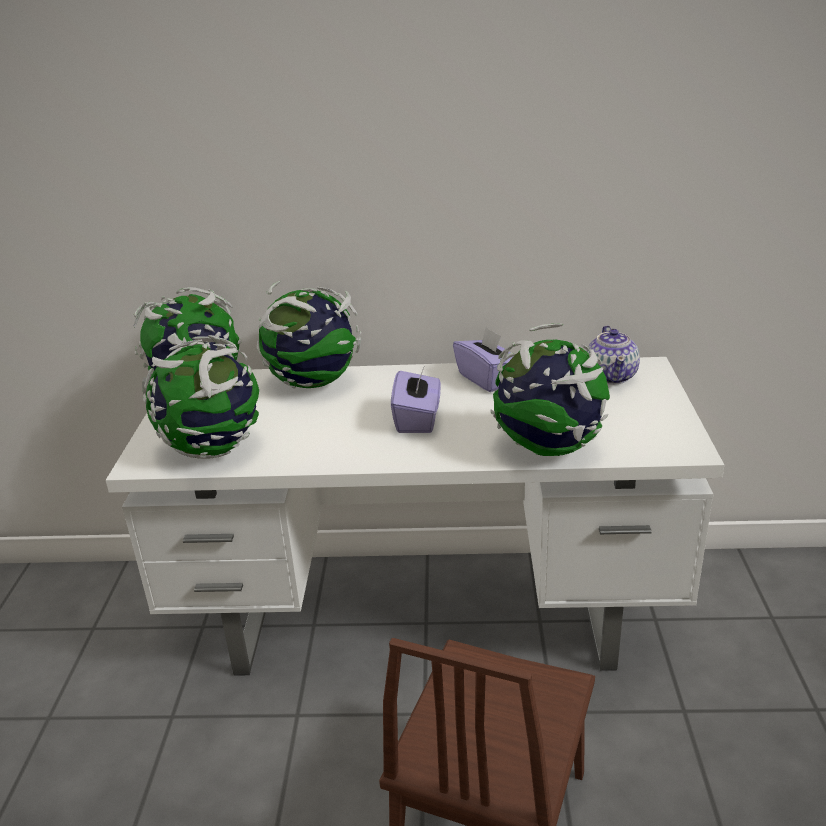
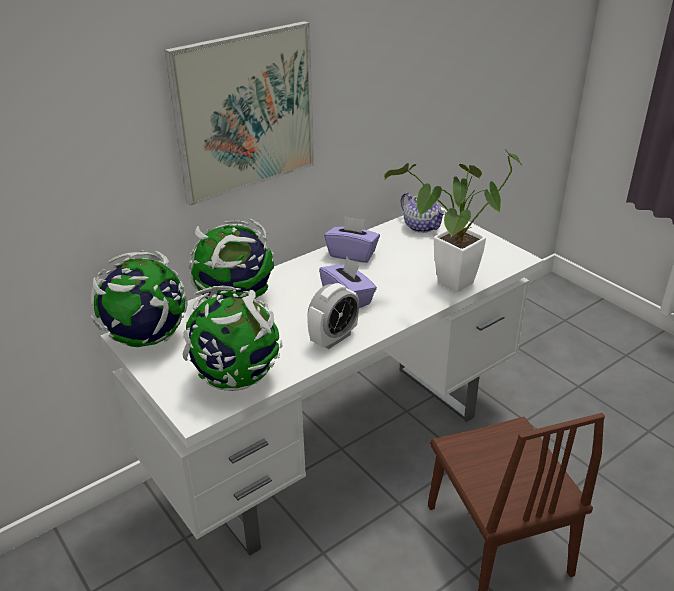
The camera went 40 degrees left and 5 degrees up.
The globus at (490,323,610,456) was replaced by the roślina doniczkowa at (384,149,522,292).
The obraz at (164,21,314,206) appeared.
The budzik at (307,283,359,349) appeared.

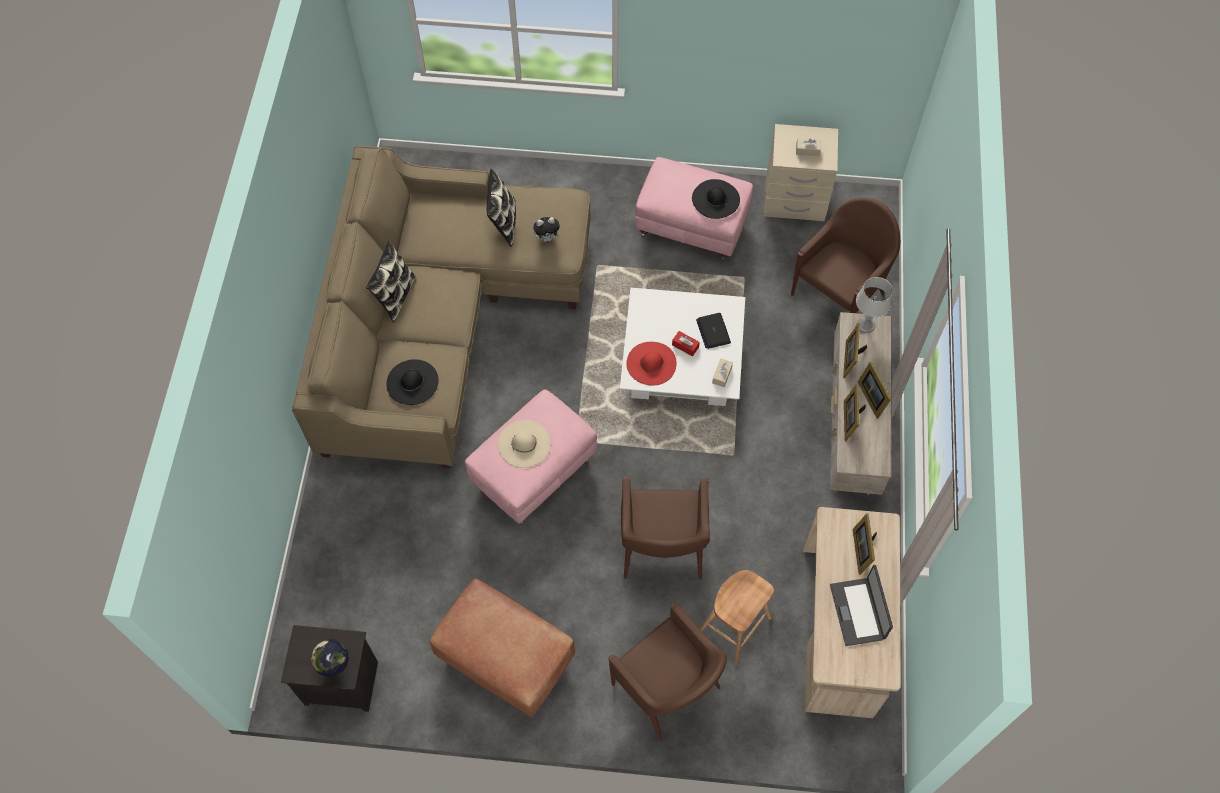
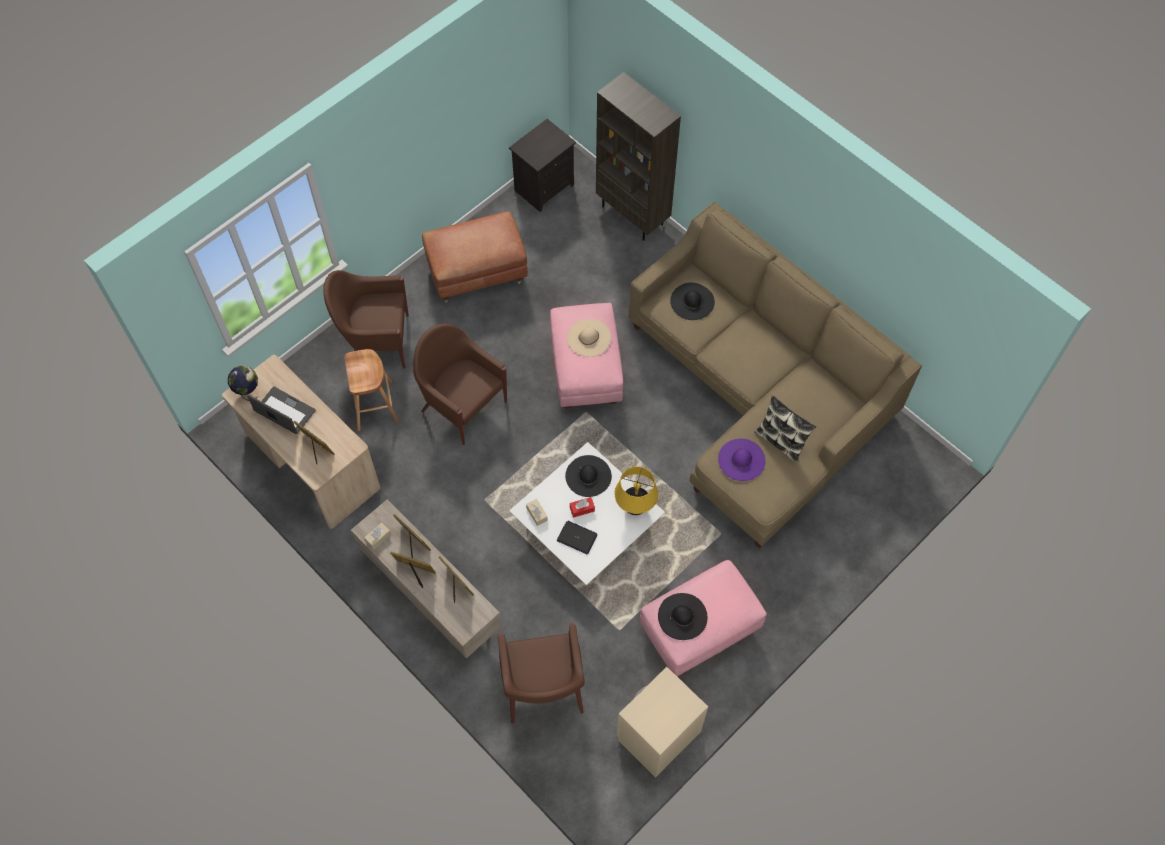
The camera went 130 degrees right and 0 degrees up.
The pudełko chusteczek [beżowy] moved from (796,139,821,156) to (364,523,391,550).
The pluszak at (533,217,563,242) was replaced by the kapelusz [fioletowy] at (718,439,765,481).
The poduszka at (366,241,416,322) disappeared.
The lampa stołowa [szary] at (856,277,893,333) disappeared.
The kapelusz [czerwony] at (626,342,677,386) became the kapelusz [czarny] at (565,455,612,497).
The globus moved from (311,639,349,677) to (228,366,258,401).
The regał [brązowy] at (596,72,681,241) appeared.
The lampa stołowa [żółty] at (615,466,658,515) appeared.

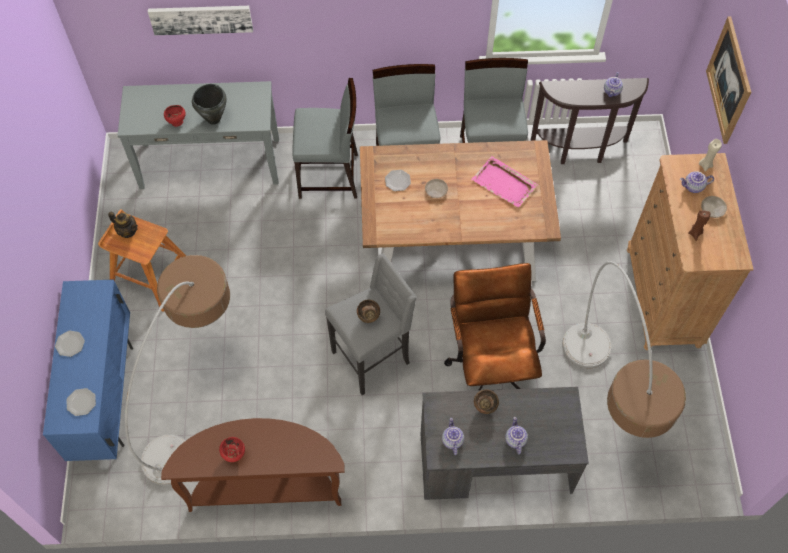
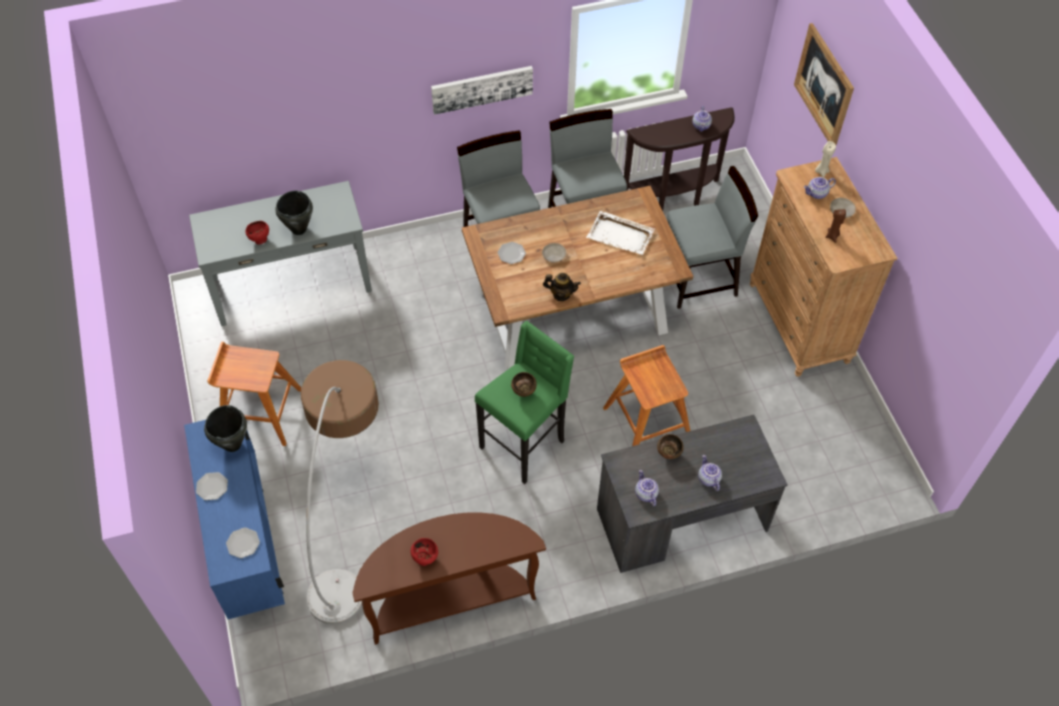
The camera went 15 degrees left and 5 degrees down.
The obraz moved from (148,6,253,35) to (431,66,533,115).
The krzesło [szary] moved from (292,78,358,199) to (667,166,758,309).
The taca [różowy] at (471,156,538,208) became the taca [biały] at (586,211,655,255).
The imbryk moved from (108,212,138,238) to (543,273,581,301).
The stołek [szary] at (325,253,417,395) became the stołek [zielony] at (475,321,574,484).
The lampa stojąca at (562,261,686,438) disappeared.
The krzesło biurowe [brązowy] at (444,263,546,391) was replaced by the stołek [brązowy] at (603,345,690,446).
The garnek [czarny] at (204,405,247,452) appeared.

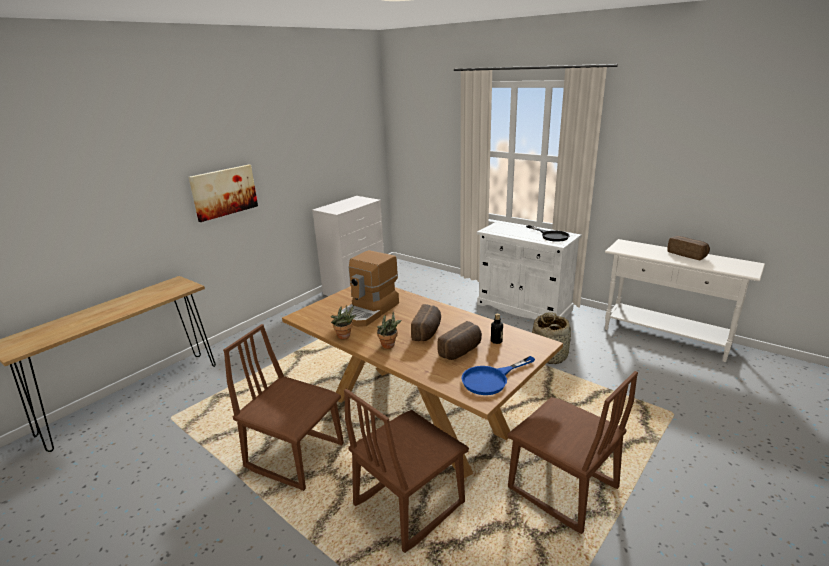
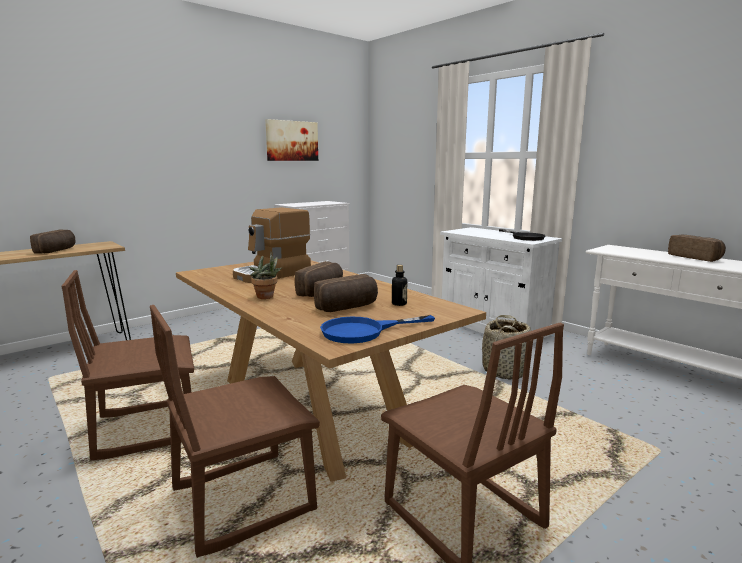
The camera went 10 degrees right and 10 degrees down.
The obraz moved from (189,165,258,222) to (265,119,318,161).
The roślina doniczkowa at (331,305,356,339) disappeared.
The krzesło [brązowy] at (223,324,344,491) turned 60 degrees counterclockwise.
The chleb at (30,230,75,254) appeared.

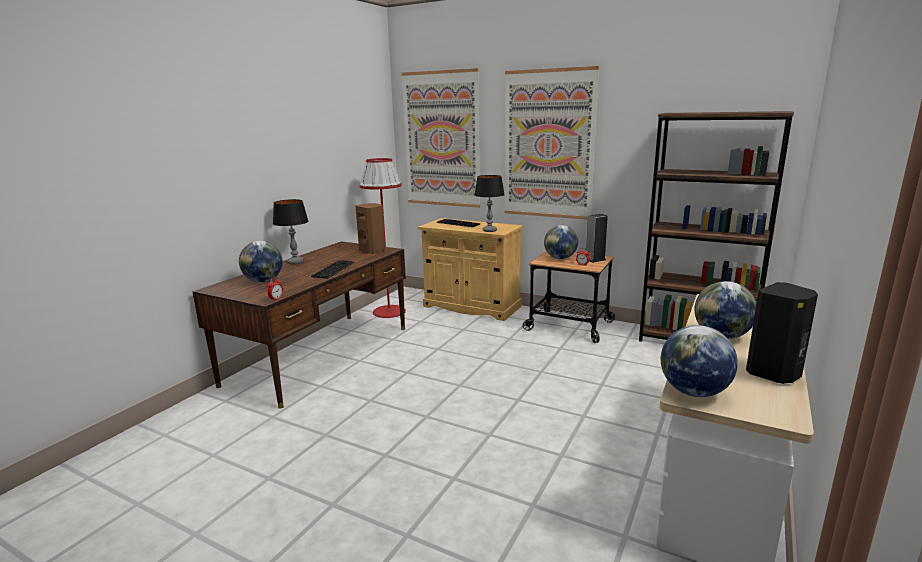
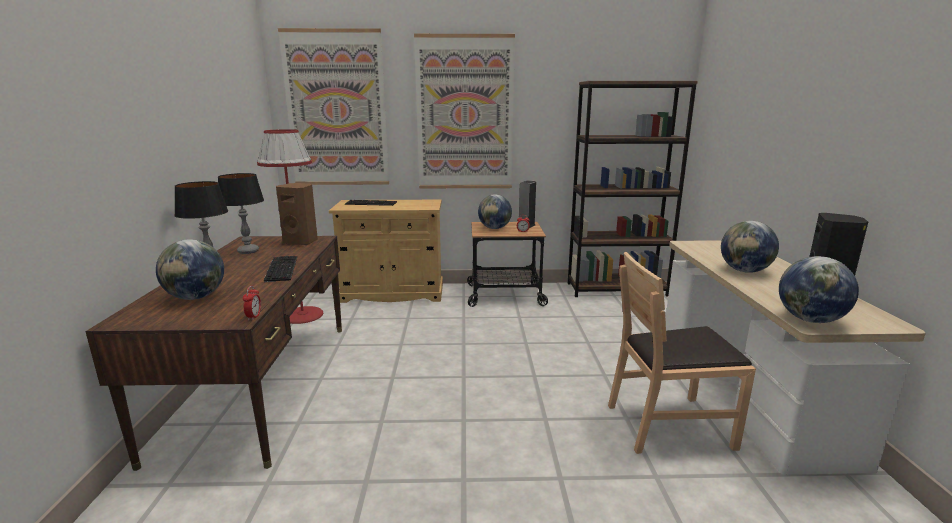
The camera went 30 degrees left and 0 degrees up.
The lampa stołowa moved from (475,175,505,232) to (218,173,264,254).
The krzesło [brązowy] at (608,252,756,454) appeared.

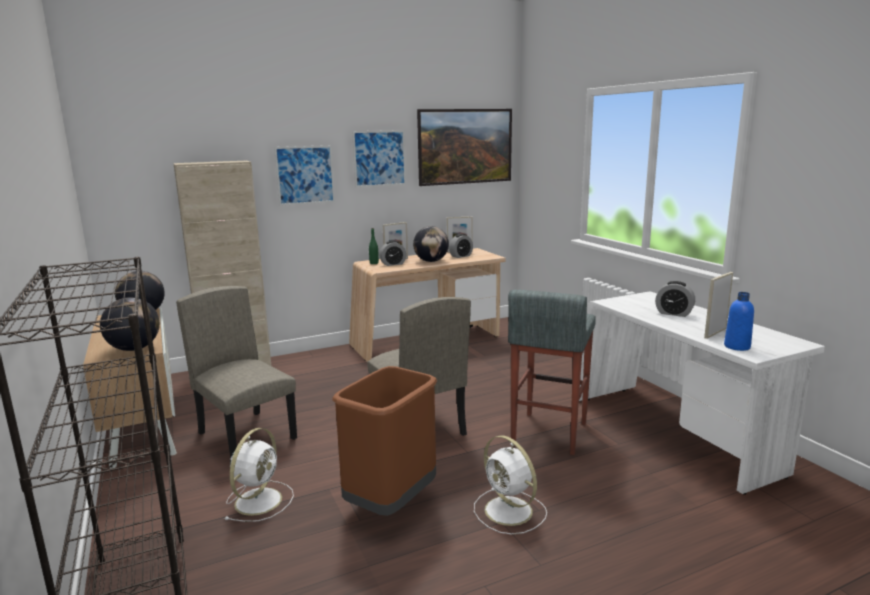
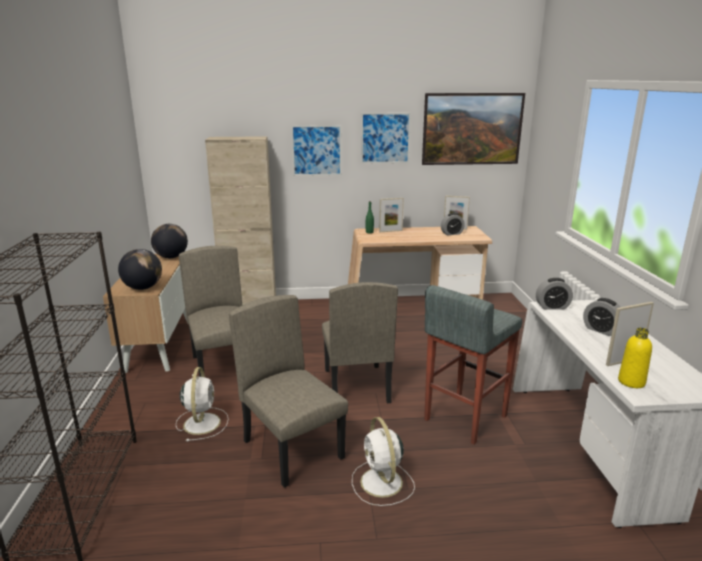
The camera went 20 degrees right and 5 degrees up.
The globus at (413,226,449,262) disappeared.
The budzik moved from (379,241,406,266) to (536,278,573,310).
The butelka [niebieski] at (724,292,754,351) became the butelka [żółty] at (618,328,652,388).
The kosz na śmieci [brązowy] at (332,366,437,516) was replaced by the krzesło [beżowy] at (229,295,348,488).
The wentylator [biały] at (224,428,294,522) turned 45 degrees counterclockwise.

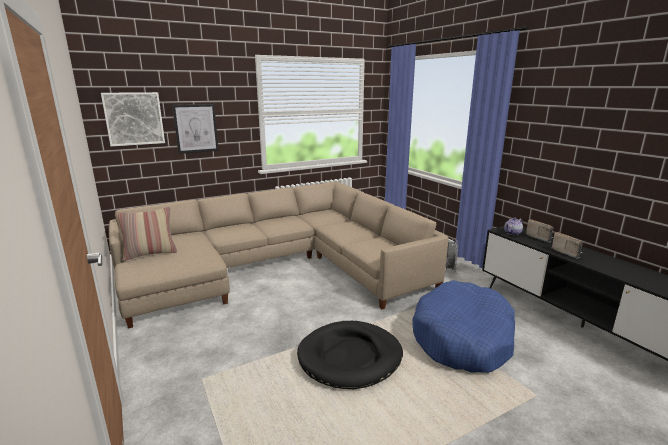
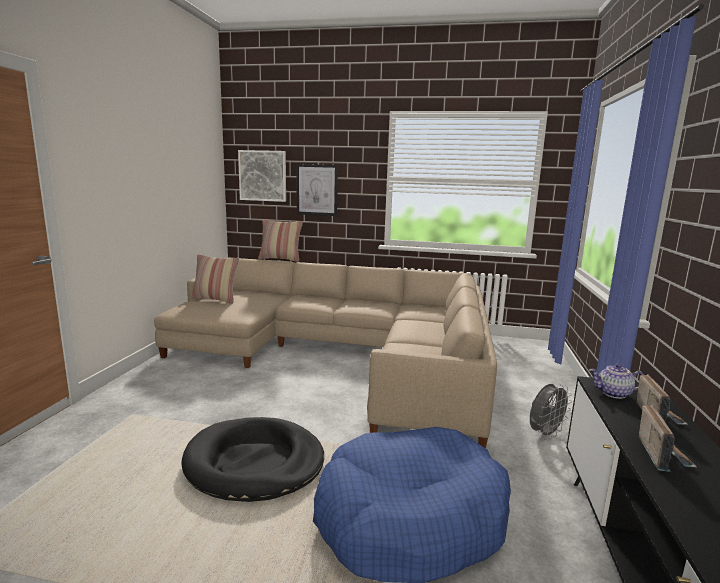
The camera went 40 degrees right and 5 degrees down.
The poduszka at (258,219,303,262) appeared.

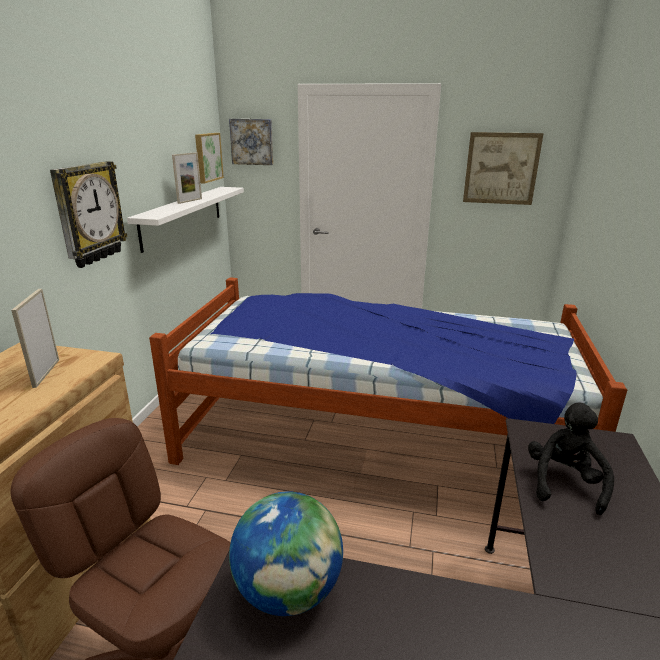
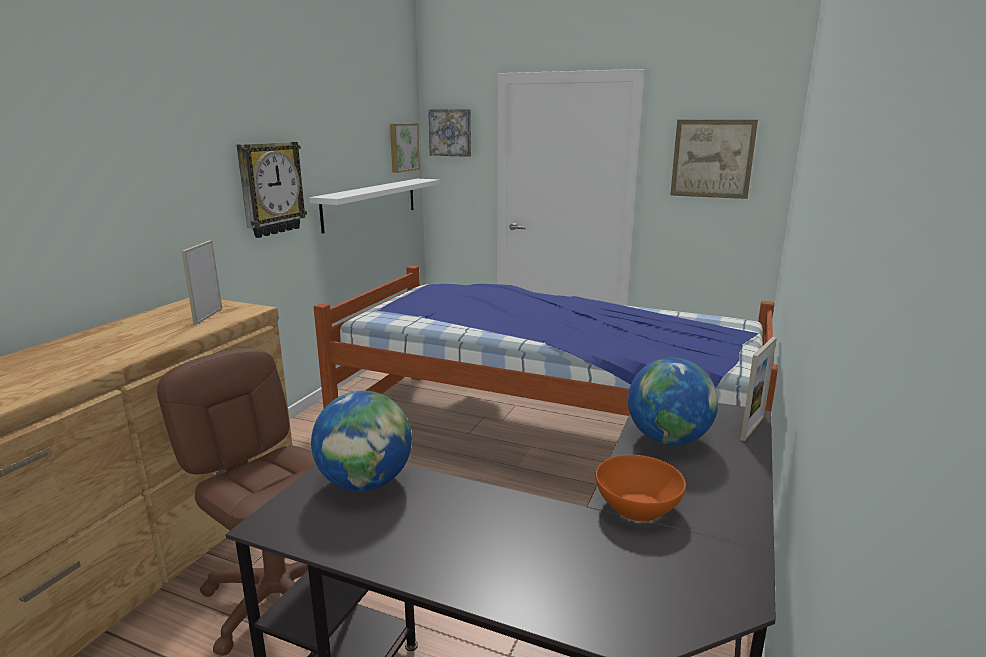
The camera went 10 degrees right and 5 degrees down.
The ramka na zdjęcie moved from (172,152,202,204) to (741,337,777,441).
The pluszak [czarny] at (528,402,614,515) was replaced by the globus at (628,358,718,445).
The miska [pomarańczowy] at (595,455,686,522) appeared.

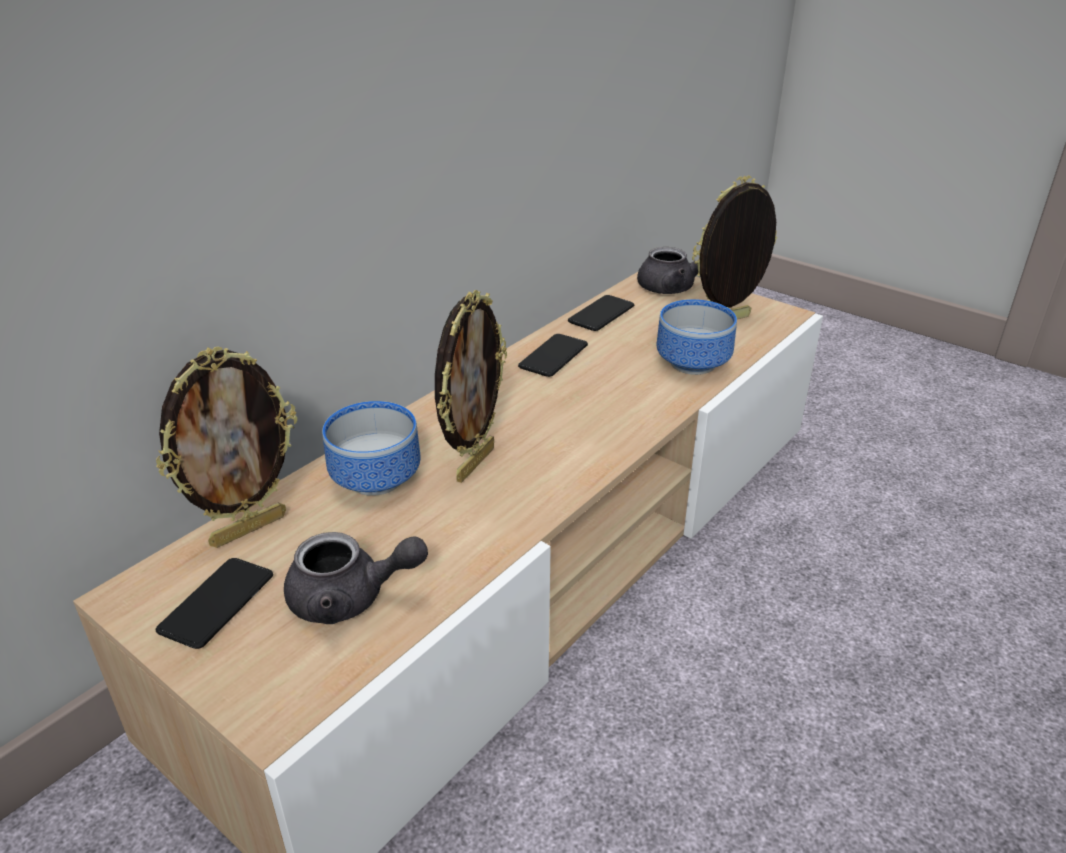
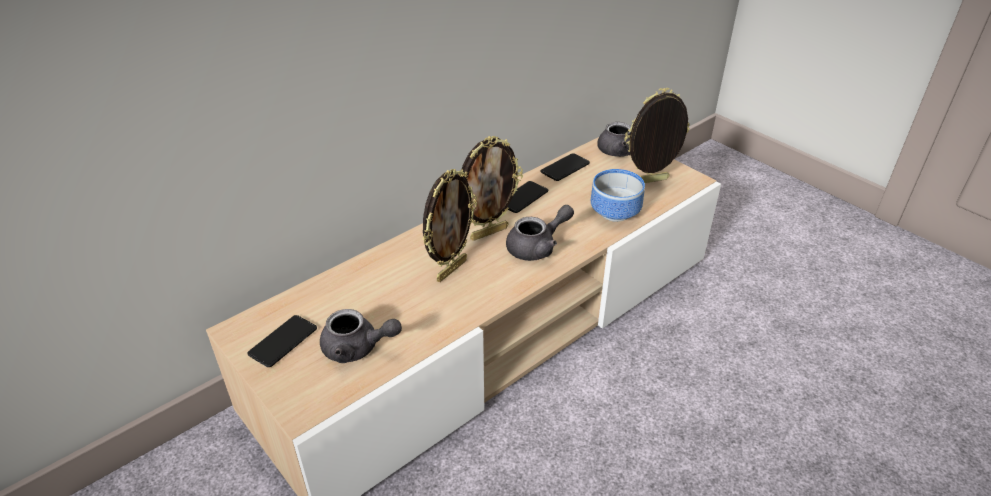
The camera went 10 degrees right and 5 degrees up.
The ramka na zdjęcie moved from (156,347,297,548) to (462,136,523,241).
The miska at (322,401,420,496) disappeared.
The imbryk [szary] at (506,205,574,261) appeared.

